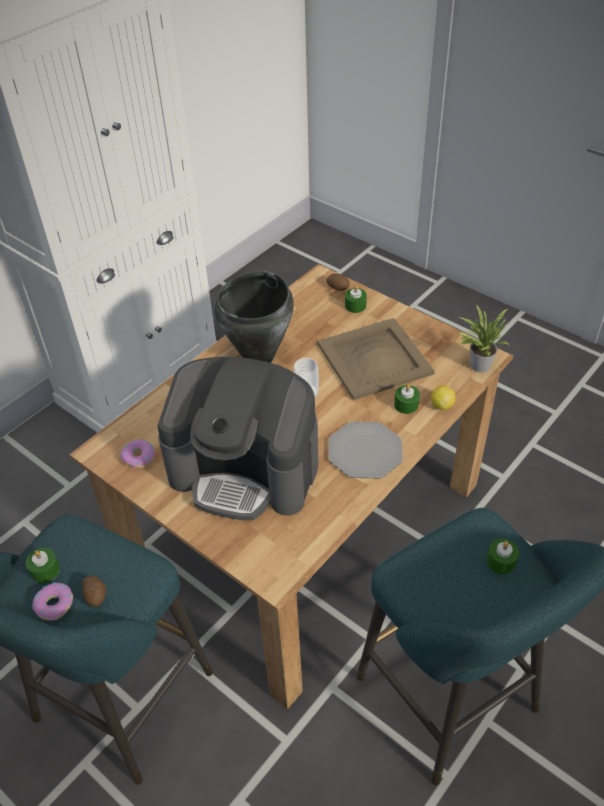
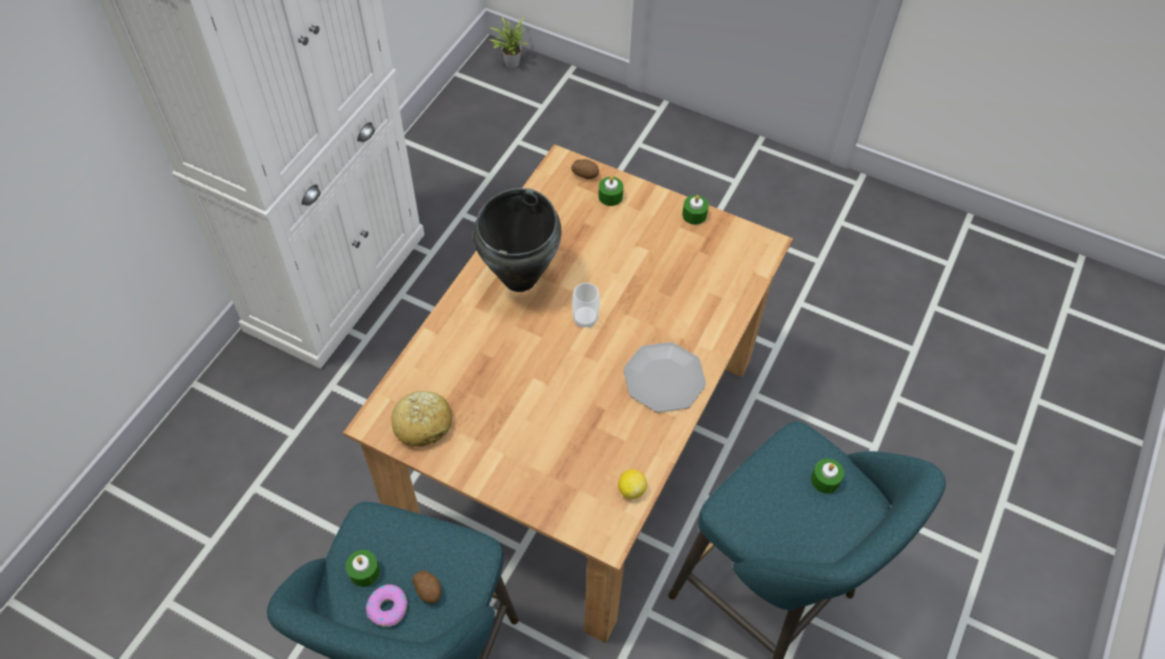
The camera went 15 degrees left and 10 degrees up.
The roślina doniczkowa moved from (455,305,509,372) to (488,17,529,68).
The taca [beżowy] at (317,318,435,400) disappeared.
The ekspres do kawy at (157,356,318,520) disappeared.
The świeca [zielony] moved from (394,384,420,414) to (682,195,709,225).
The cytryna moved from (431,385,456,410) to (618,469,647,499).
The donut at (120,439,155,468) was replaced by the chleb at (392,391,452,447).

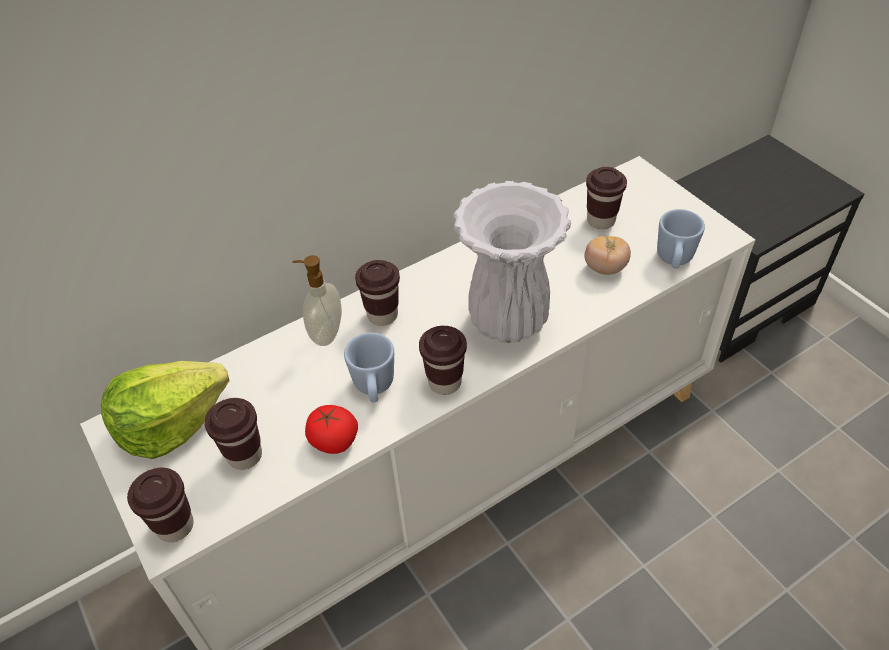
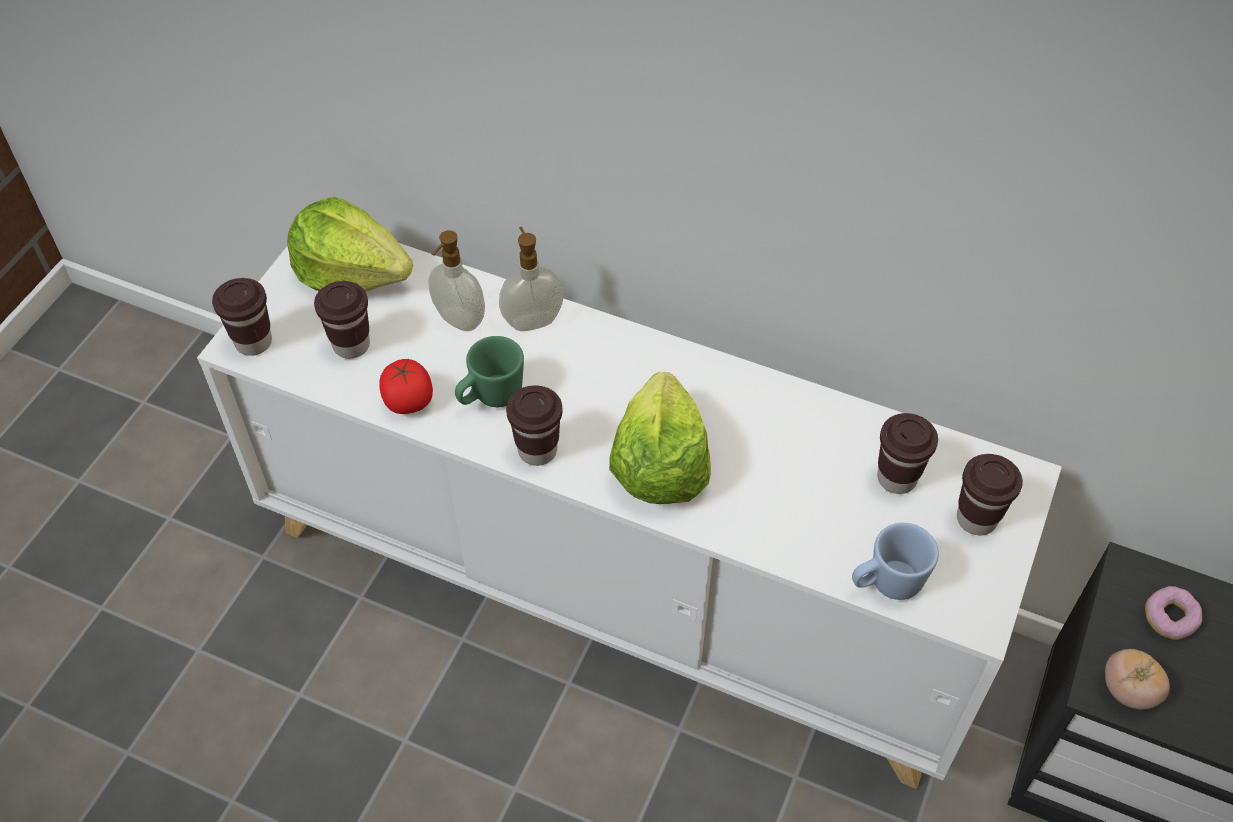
The camera went 55 degrees right and 5 degrees up.
The wazon [biały] at (453,181,571,343) was replaced by the sałata at (609,372,711,504).
The pomidor moved from (584,236,631,275) to (1105,649,1170,710).
The filiżanka [brązowy] moved from (355,260,400,326) to (957,454,1023,535).
The kubek [niebieski] at (344,333,394,402) became the kubek [zielony] at (455,336,524,407).
The dozownik mydła at (428,230,485,331) appeared.
The donut at (1145,586,1202,640) appeared.

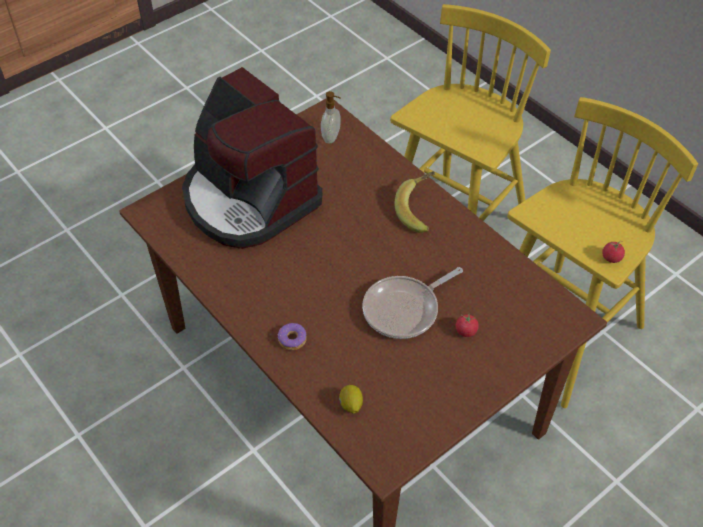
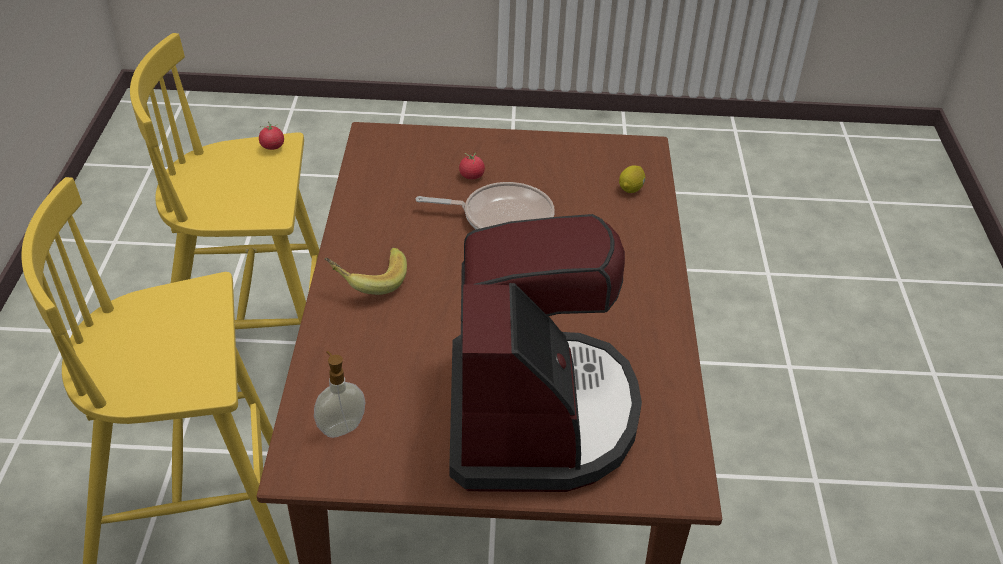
The camera went 140 degrees left and 10 degrees down.
The donut at (277,323,307,350) disappeared.

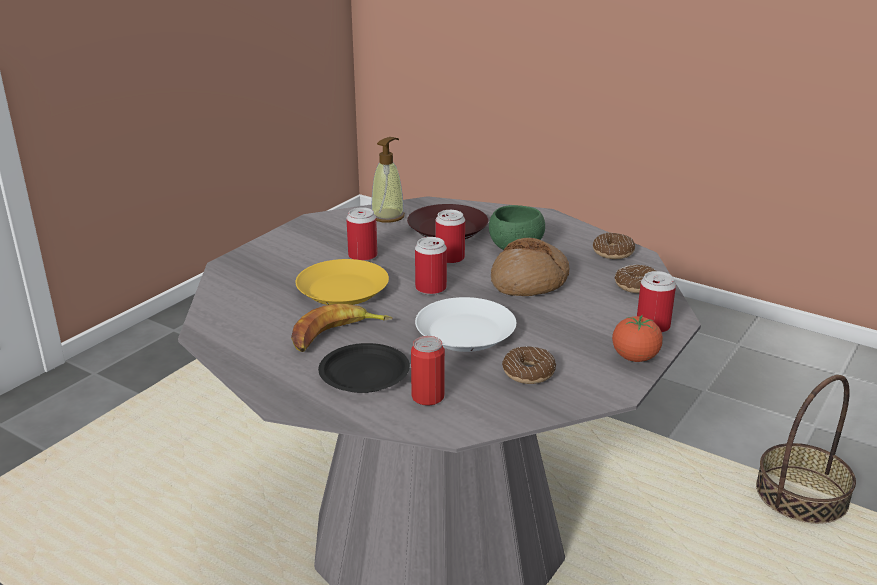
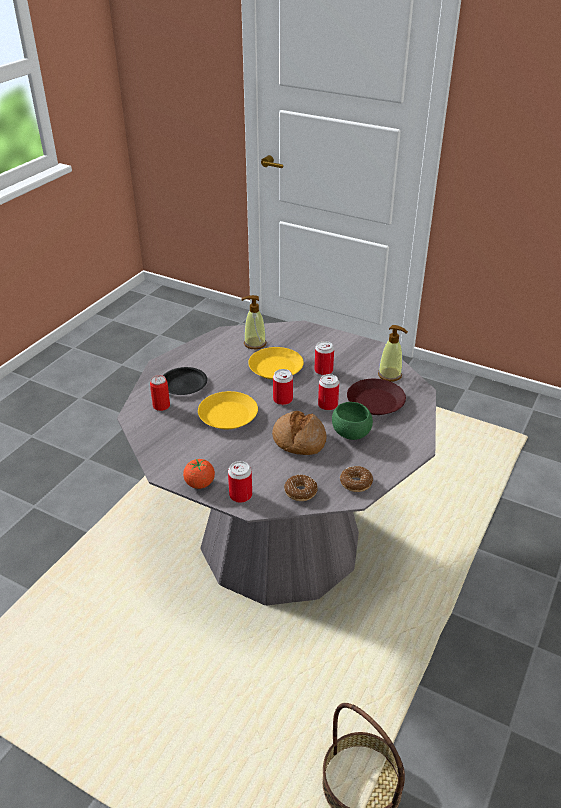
The camera went 85 degrees right and 10 degrees up.
The talerz [biały] at (415,297,516,352) became the talerz [żółty] at (198,391,258,429).
The banan at (291,304,393,352) disappeared.
The donut at (502,346,556,384) disappeared.
The dozownik mydła at (241,295,267,349) appeared.

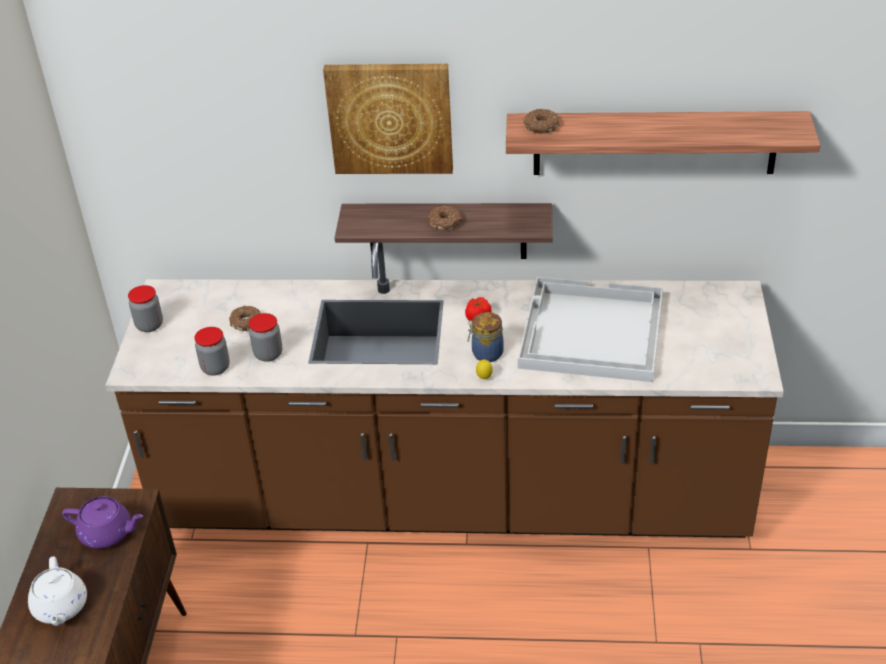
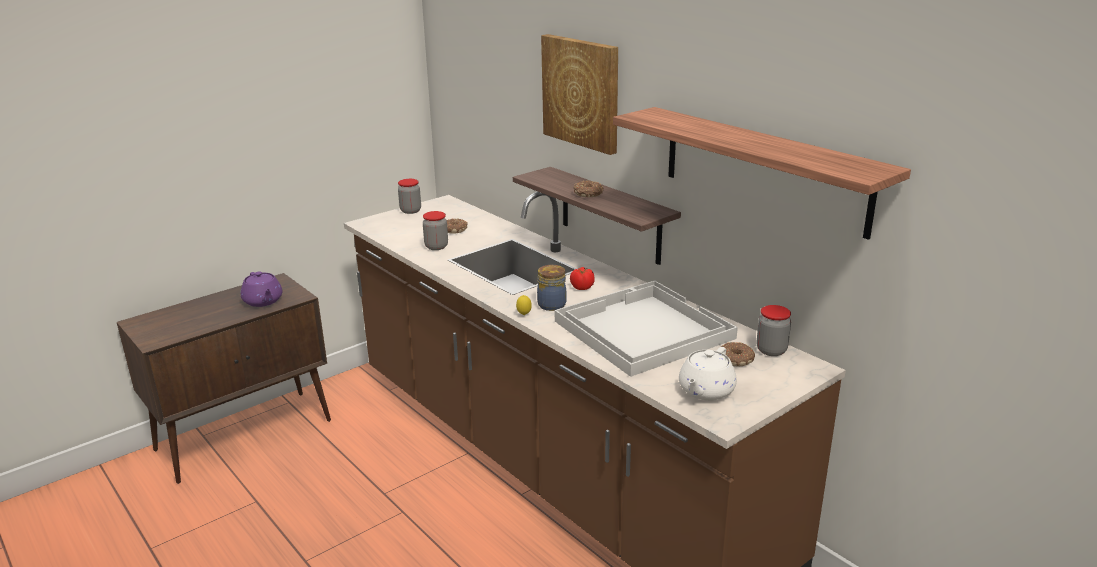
The camera went 45 degrees right and 15 degrees down.
The donut moved from (523,109,559,134) to (719,342,755,366).
The słoik moved from (194,327,230,376) to (757,305,791,356).
The imbryk [biały] moved from (28,556,87,626) to (679,347,737,401).

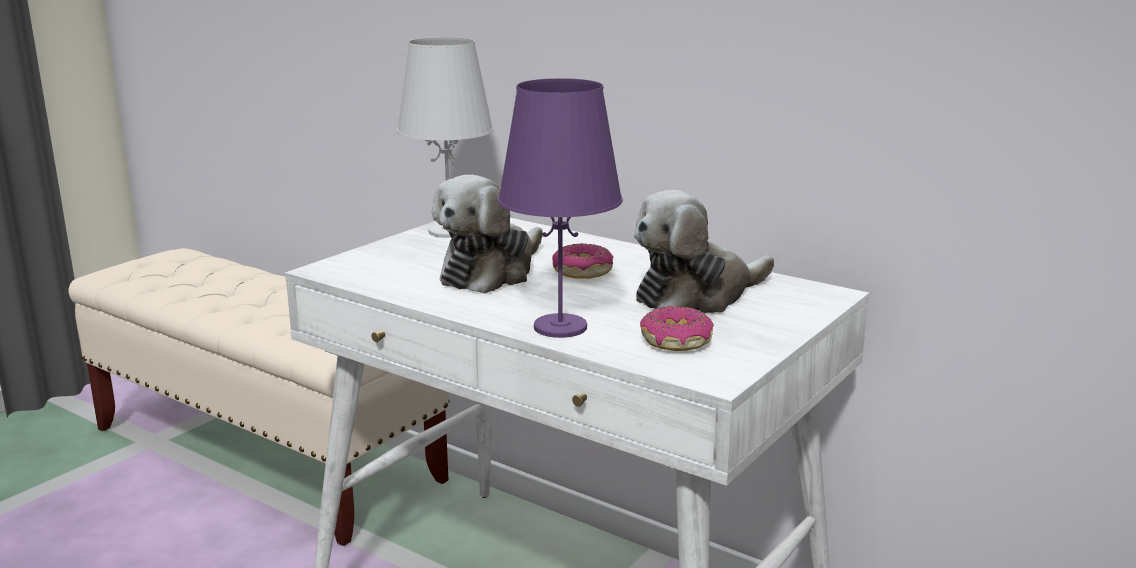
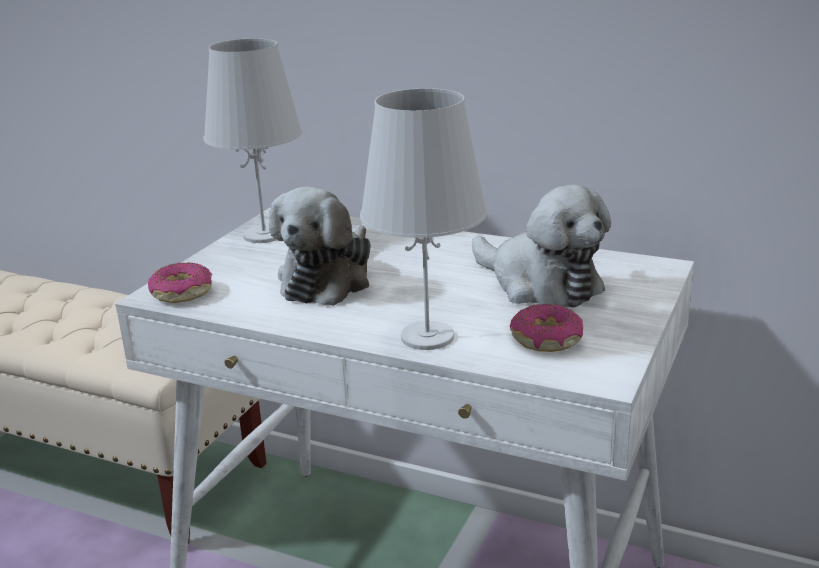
The camera went 10 degrees left and 5 degrees up.
The lampa stołowa [fioletowy] at (498,78,623,338) became the lampa stołowa [biały] at (360,88,487,350).
The pluszak at (634,190,774,313) turned 90 degrees counterclockwise.
The donut moved from (552,243,614,279) to (148,262,212,303).

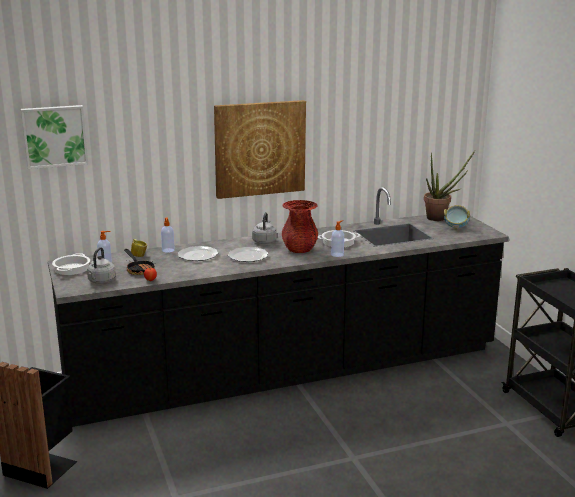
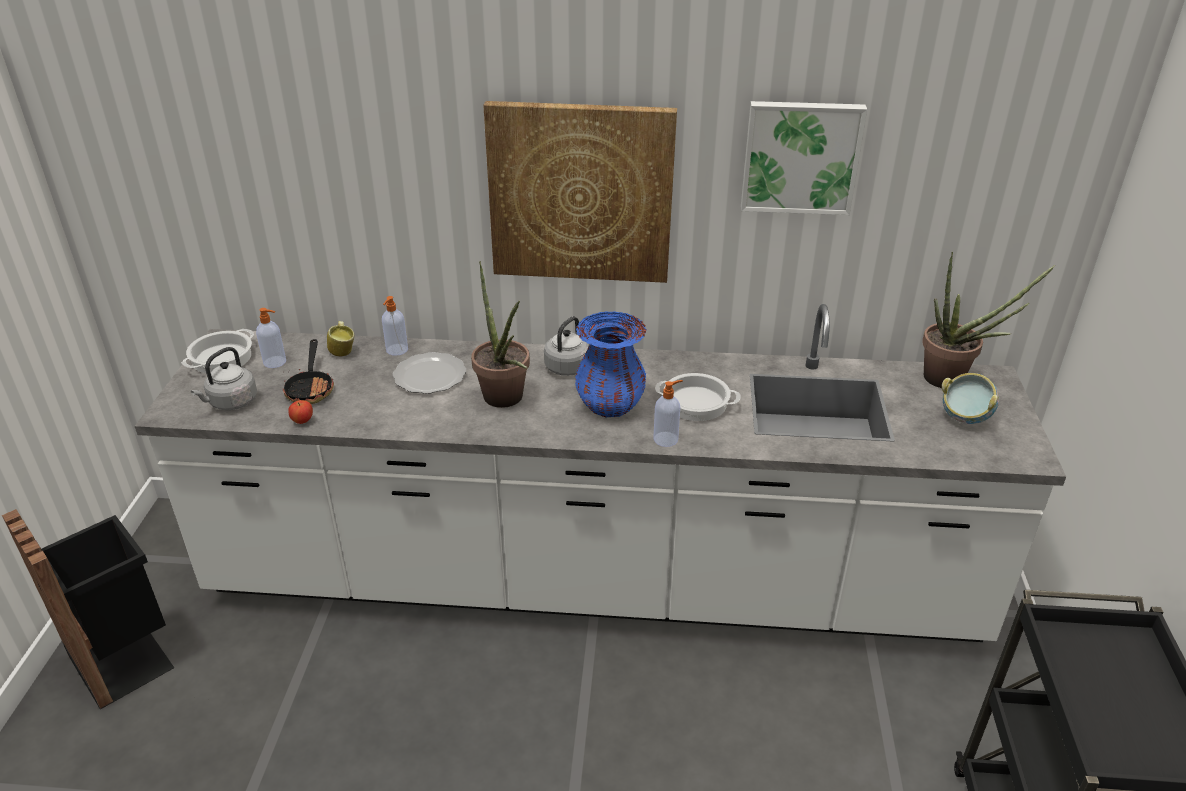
The camera went 25 degrees right and 15 degrees up.
The obraz moved from (21,105,88,169) to (741,101,867,215).
The zabudowa kuchenna [czarny] at (48,187,509,427) became the zabudowa kuchenna [biały] at (135,304,1066,642).
The wazon [czerwony] at (282,200,318,253) became the wazon [niebieski] at (575,311,647,417).
The talerz at (228,247,268,262) was replaced by the roślina doniczkowa at (471,261,530,408).

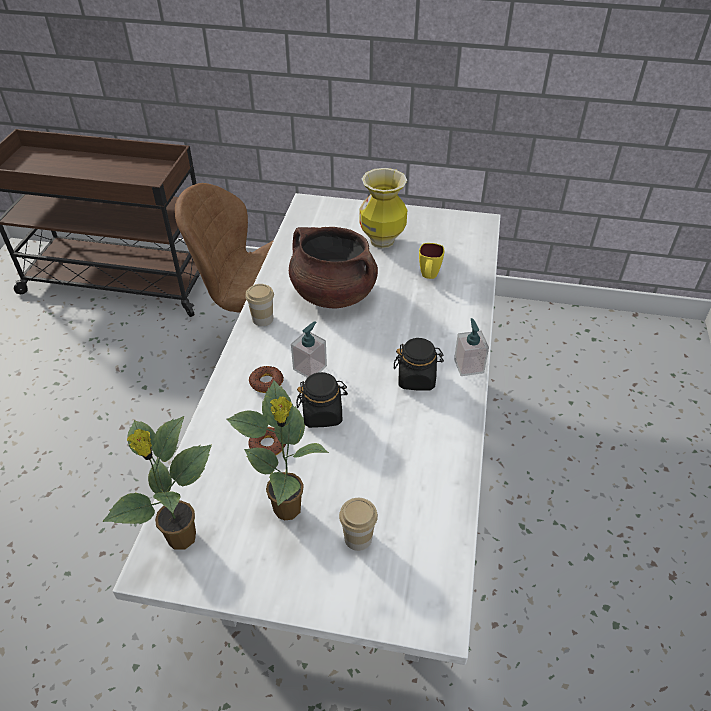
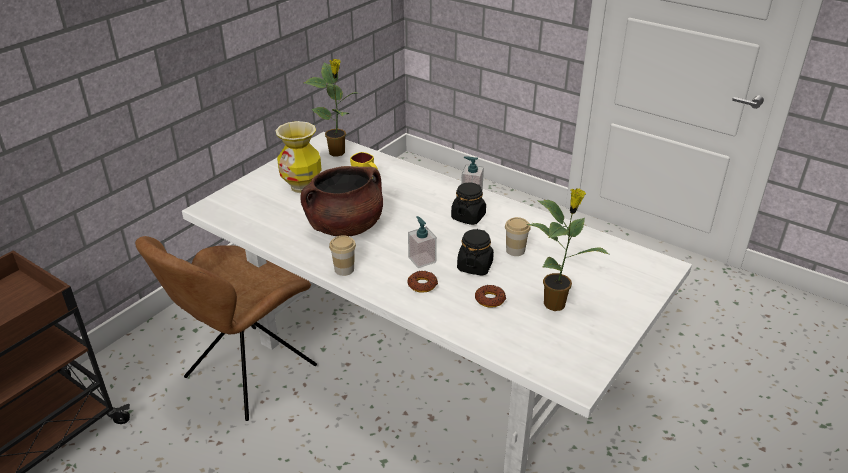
The camera went 65 degrees left and 10 degrees down.
The roślina doniczkowa moved from (103,416,212,550) to (304,59,357,157).
The filiżanka moved from (339,498,378,551) to (505,217,531,256).

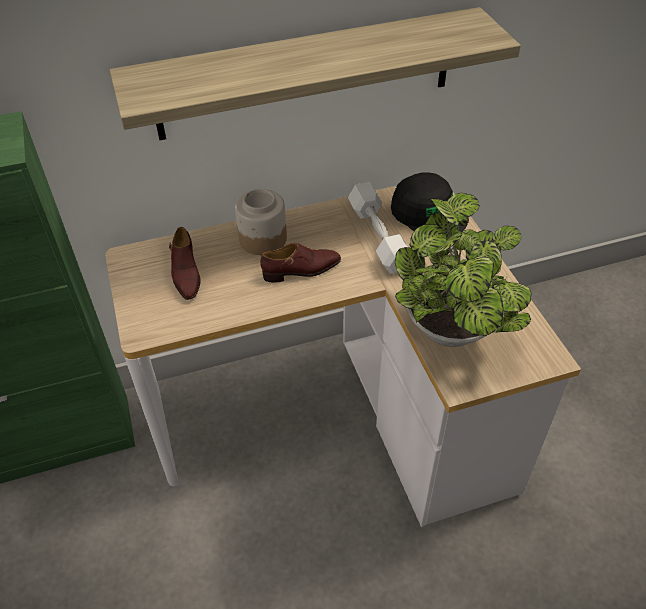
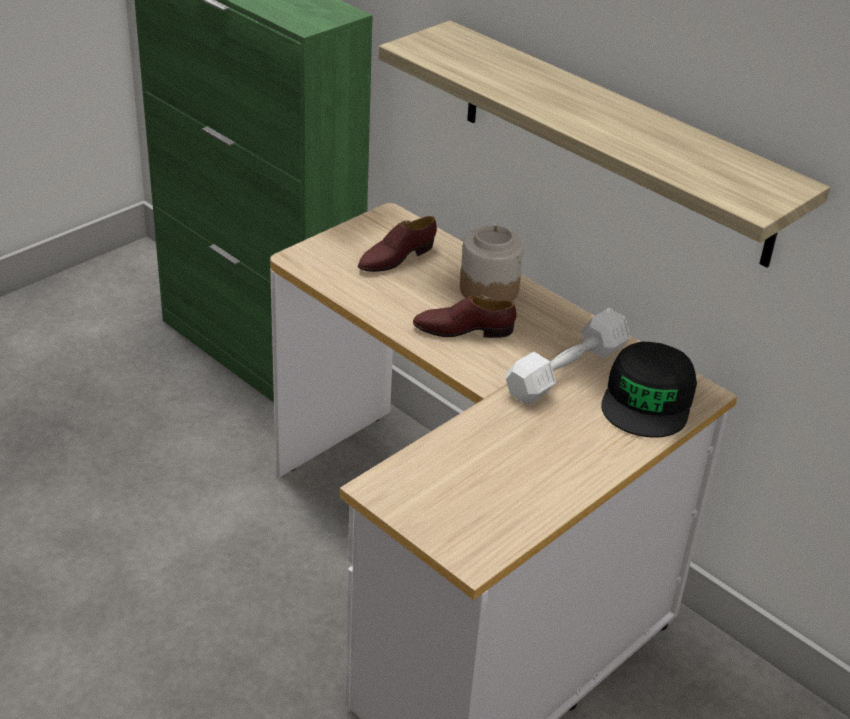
The camera went 60 degrees right and 10 degrees down.
The roślina doniczkowa at (395,193,532,347) disappeared.
The but [brązowy] at (260,243,341,283) turned 135 degrees clockwise.

